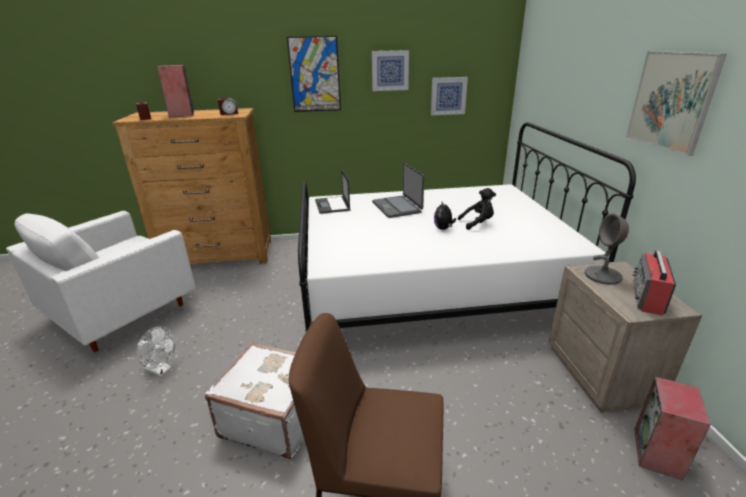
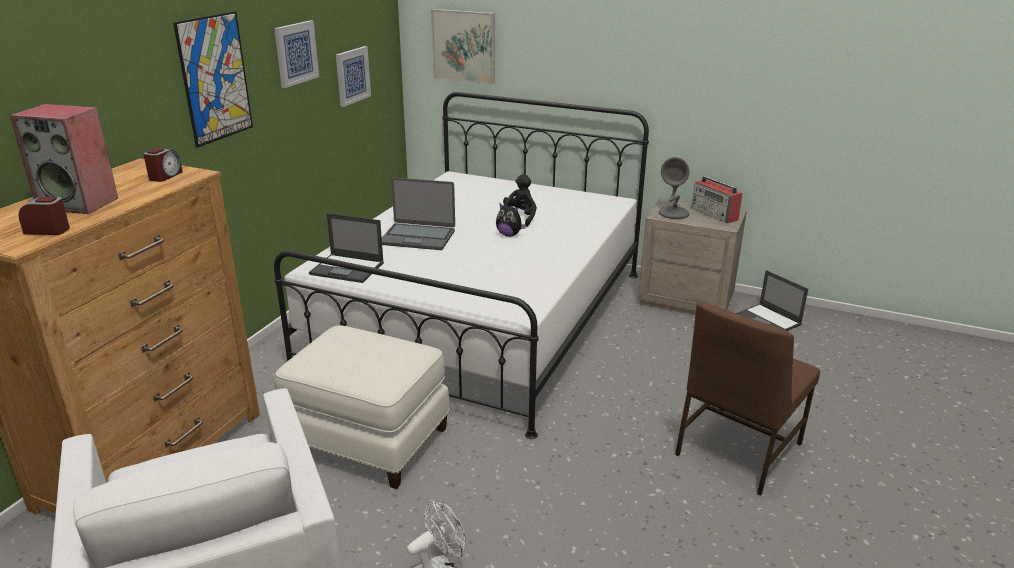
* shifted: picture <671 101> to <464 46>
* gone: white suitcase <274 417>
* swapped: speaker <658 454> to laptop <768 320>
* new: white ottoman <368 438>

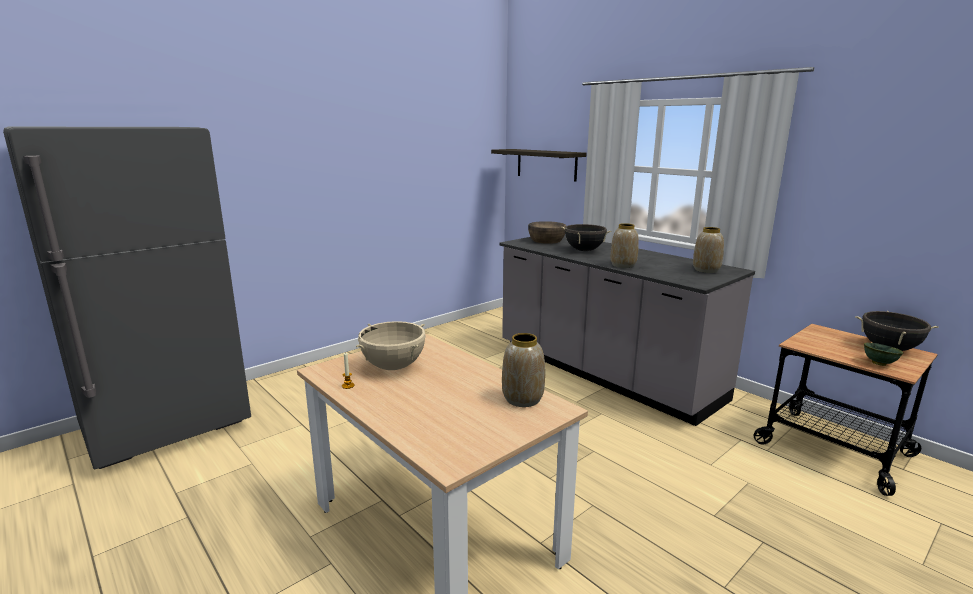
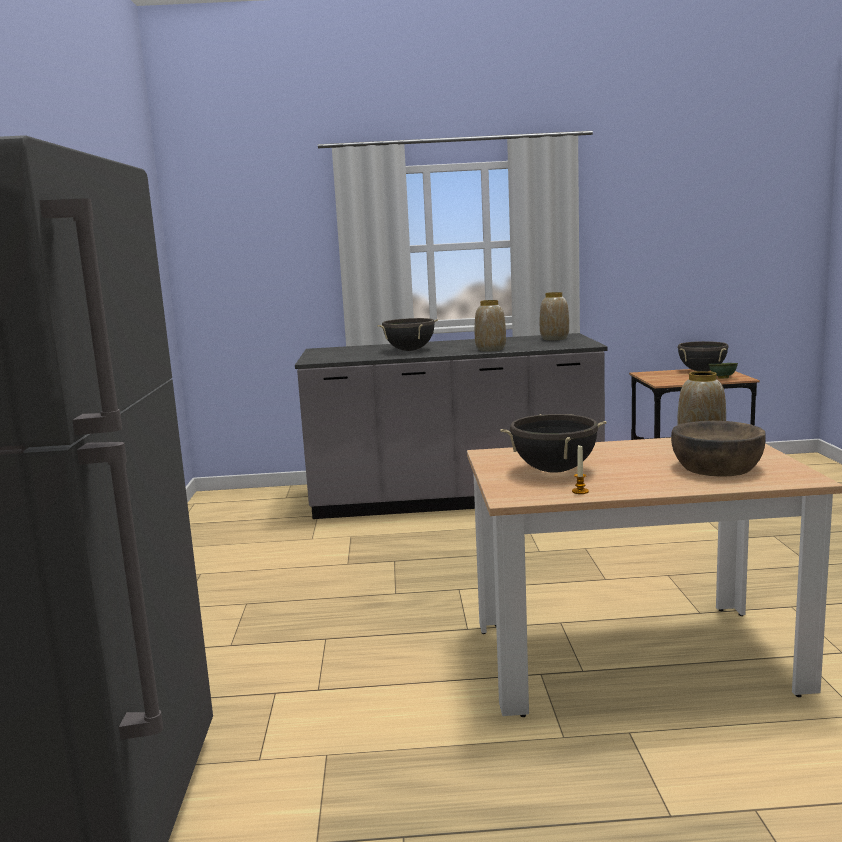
* gone: shelf <546 164>
* shifted: brown bowl <546 240> to <717 467>
* repainted: beige cooking pot <393 367> to black cooking pot <554 470>

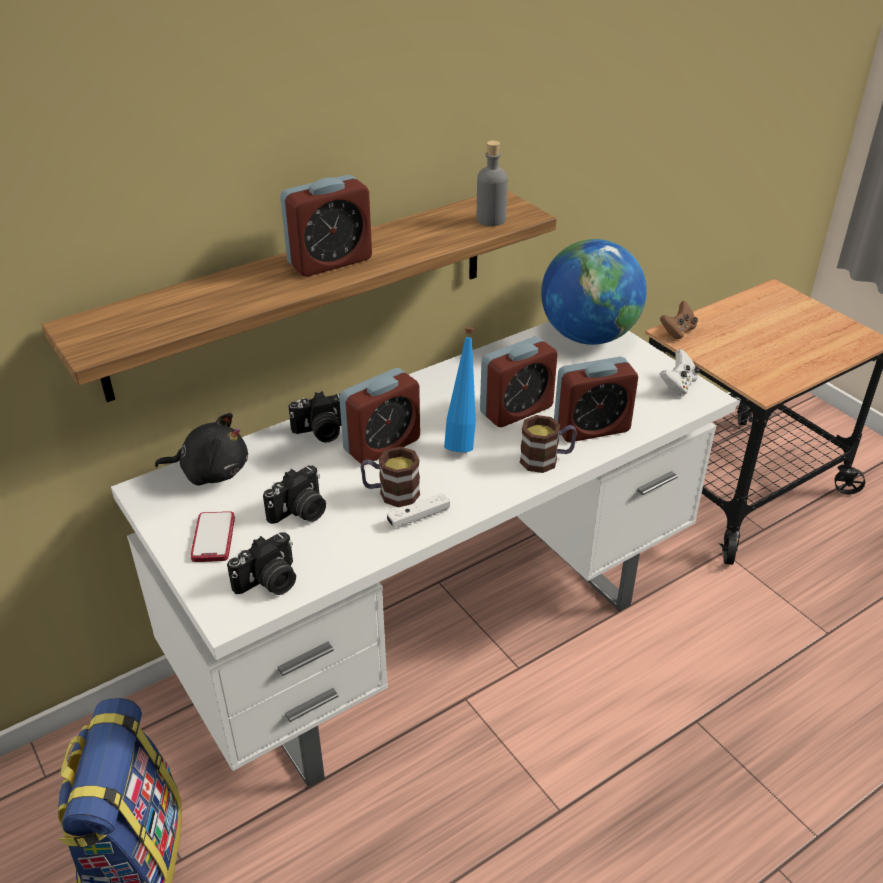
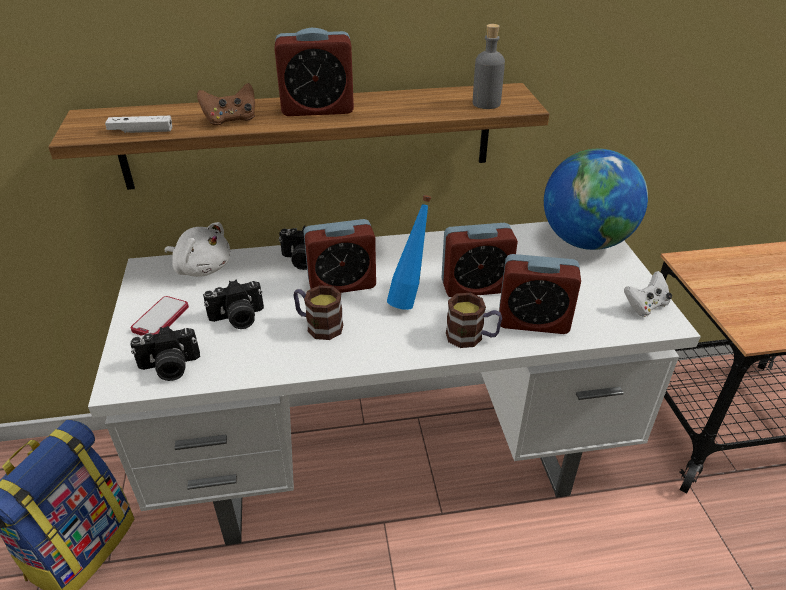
* shifted: brown game controller <678 331> to <231 120>
* repainted: black plush toy <211 471> to white plush toy <202 267>
* shifted: white game controller <418 516> to <141 131>

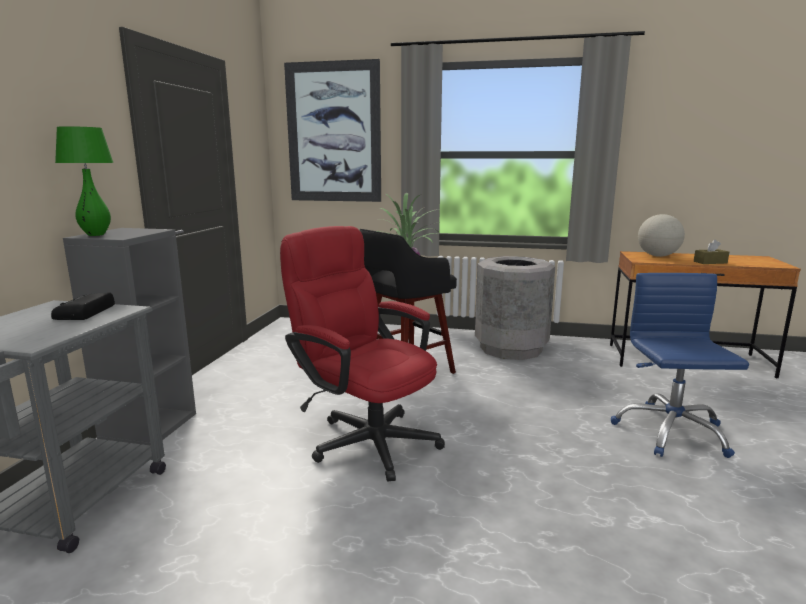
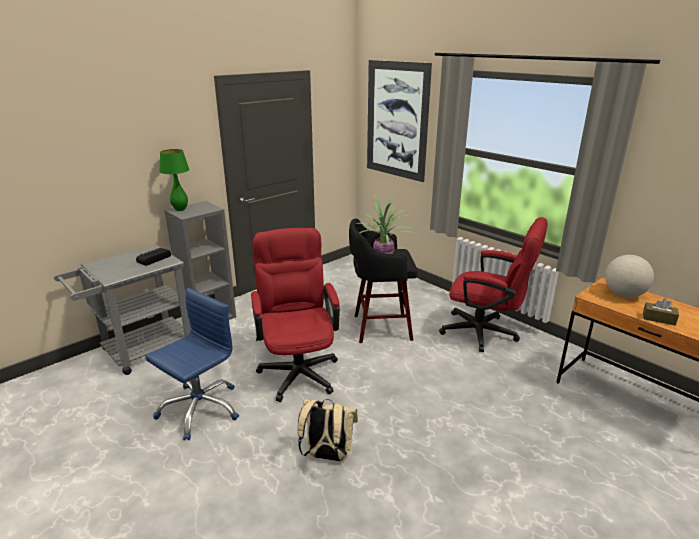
* swapped: grey trash can <511 348> to red office chair <486 333>
* shifted: blue office chair <670 432> to <200 409>
* new: beige backpack <327 455>

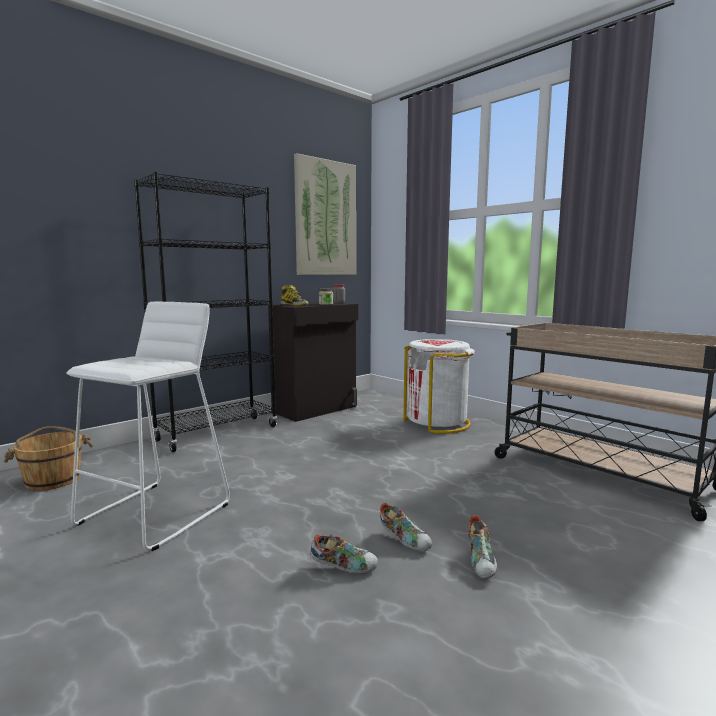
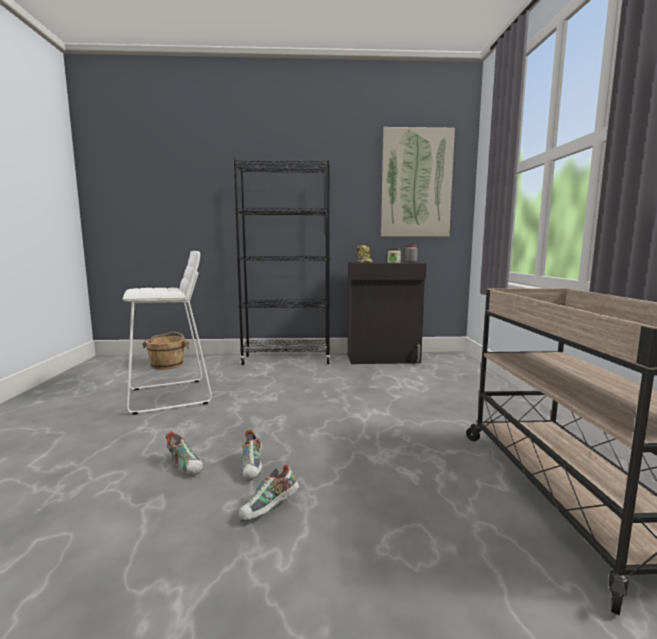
* gone: white trash can <437 423>

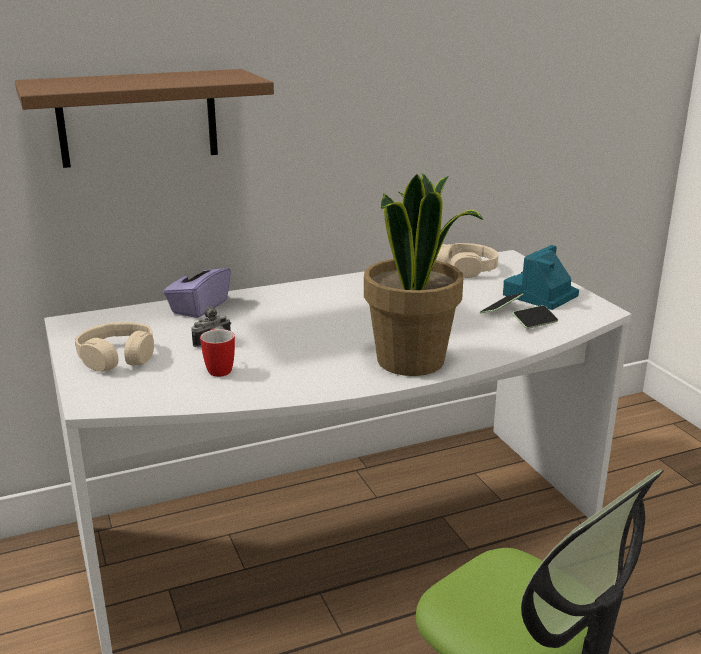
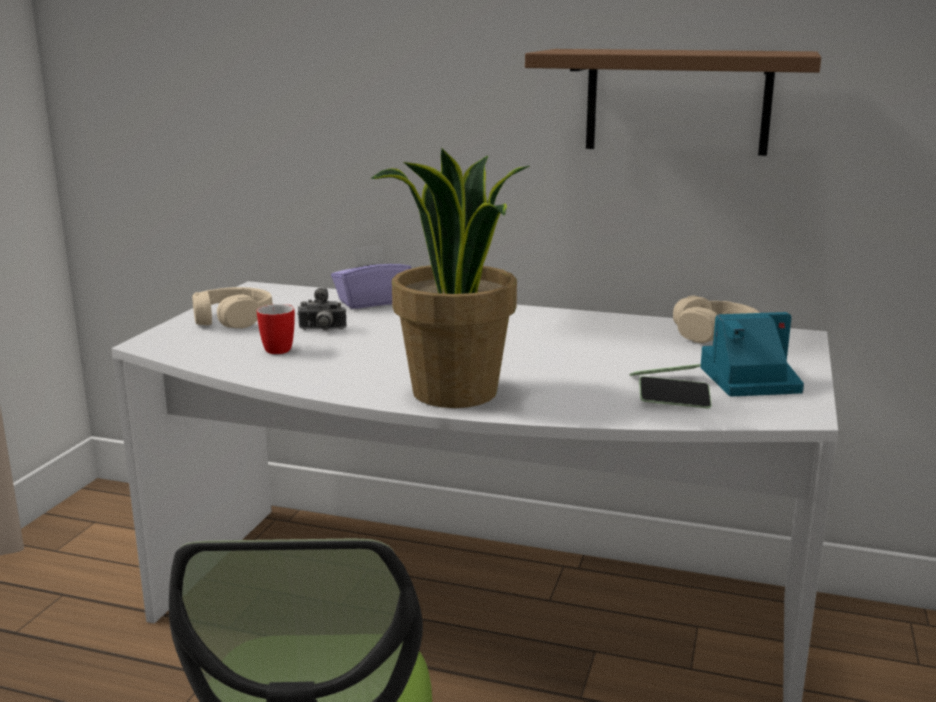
* shifted: brown shelf <138 118> to <677 101>

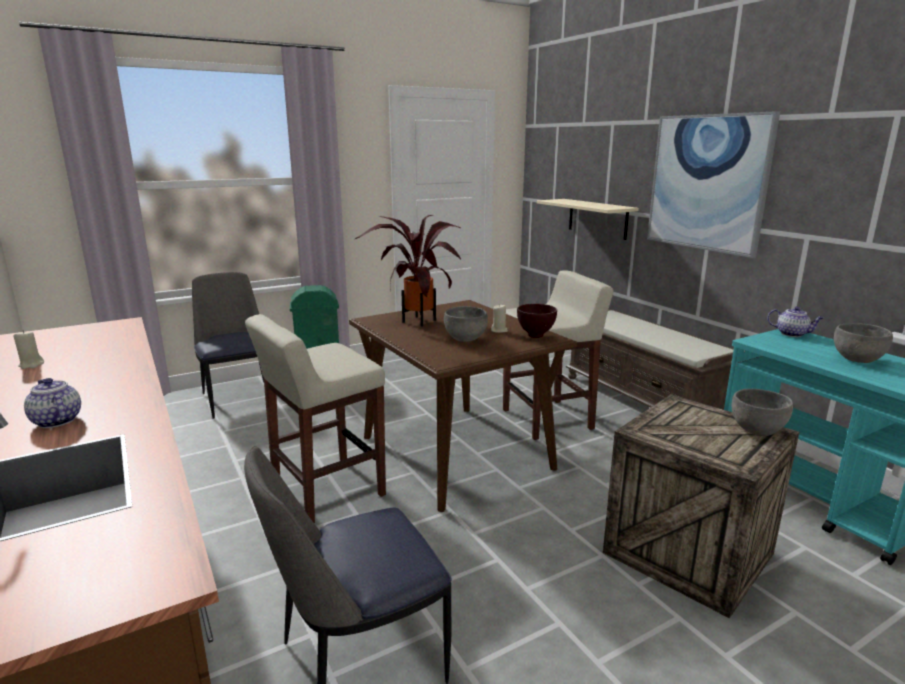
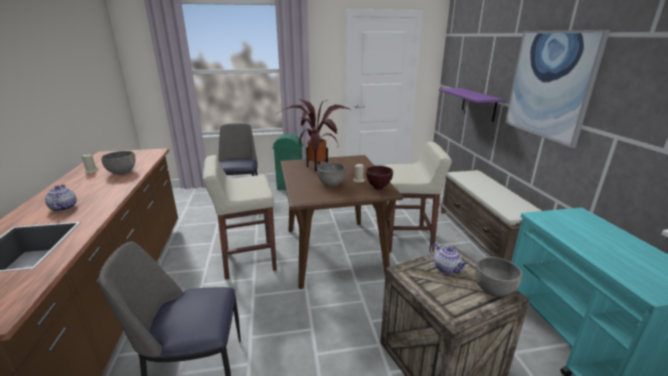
* repainted: beige shelf <597 218> to purple shelf <478 104>
* shifted: teapot <792 334> to <447 269>
* shifted: grey bowl <857 359> to <122 172>

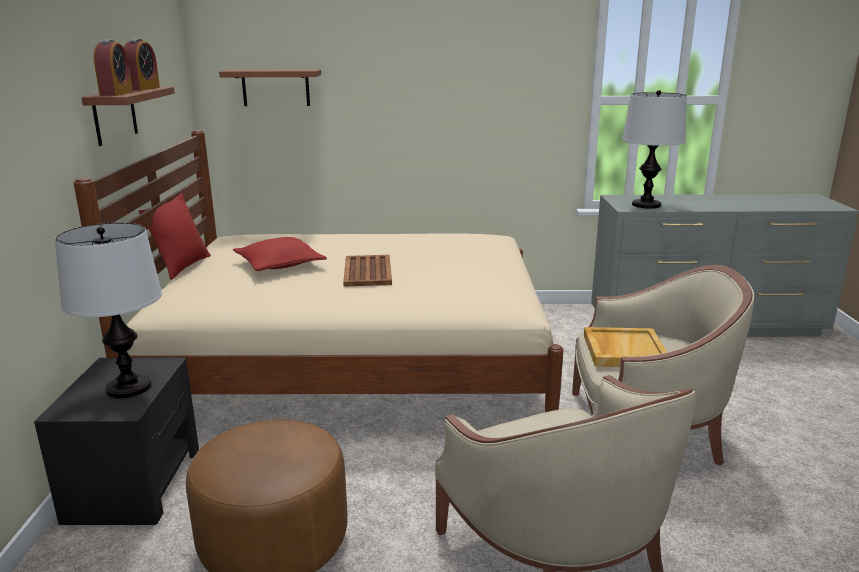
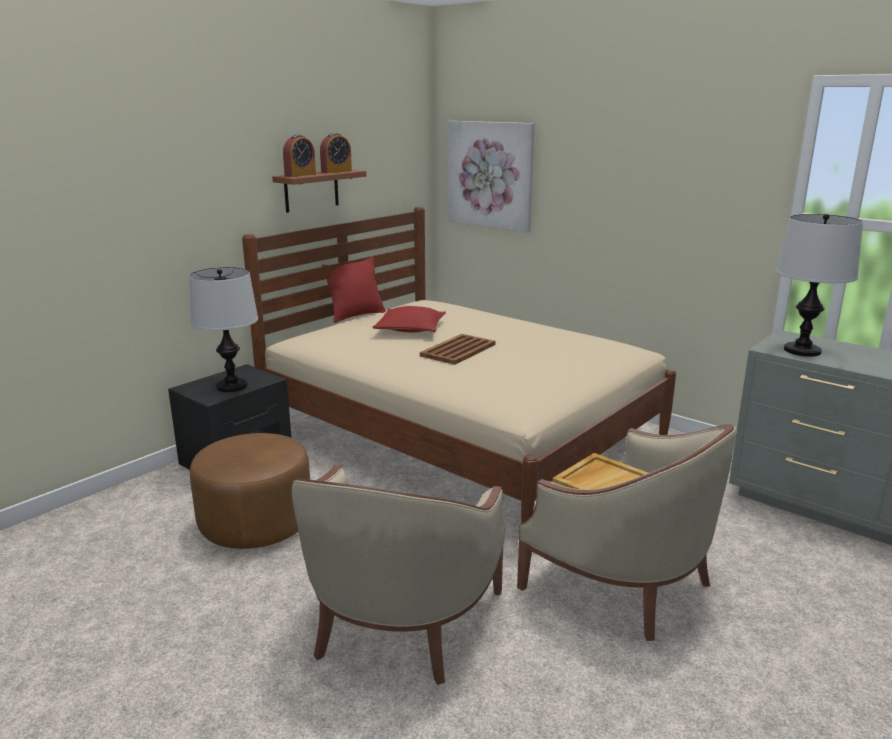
* swapped: brown shelf <275 87> to picture <490 175>

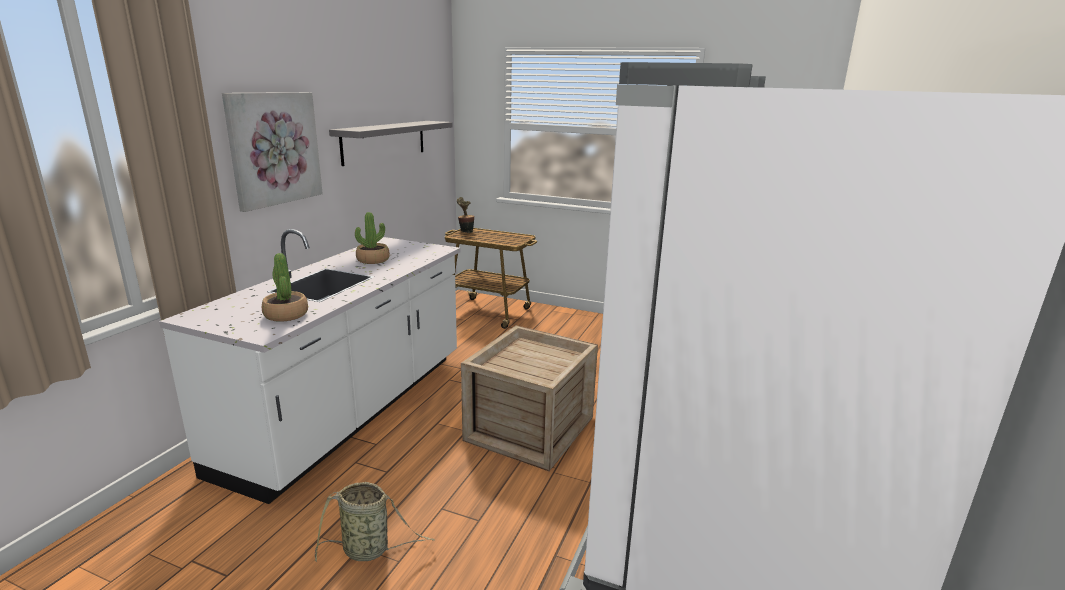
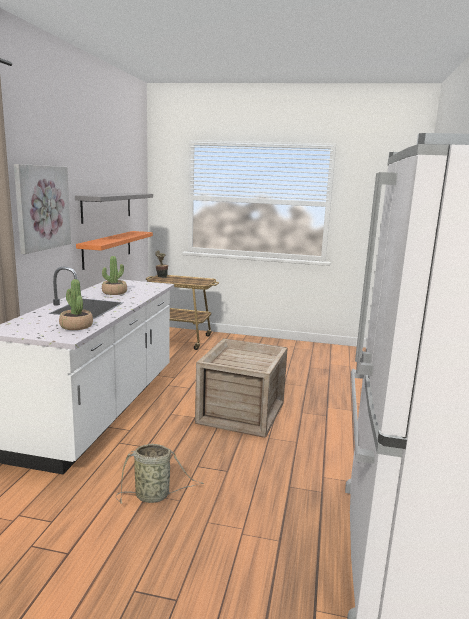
* new: orange shelf <107 249>

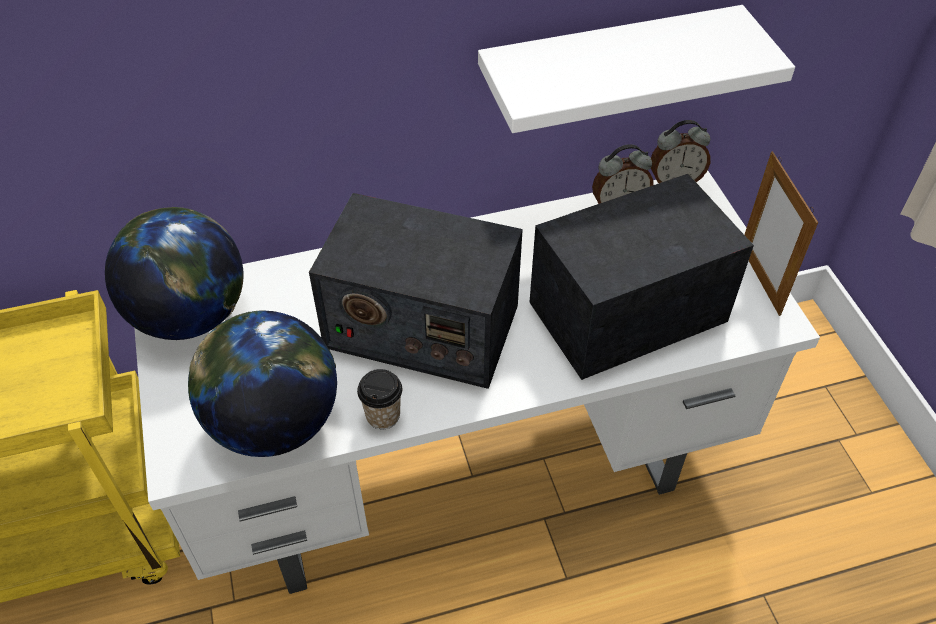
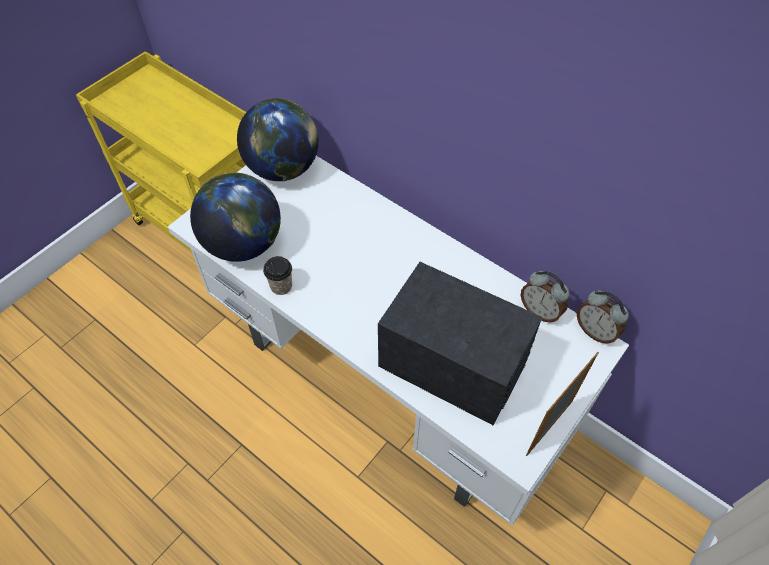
* gone: white shelf <607 70>
* gone: radio <421 326>

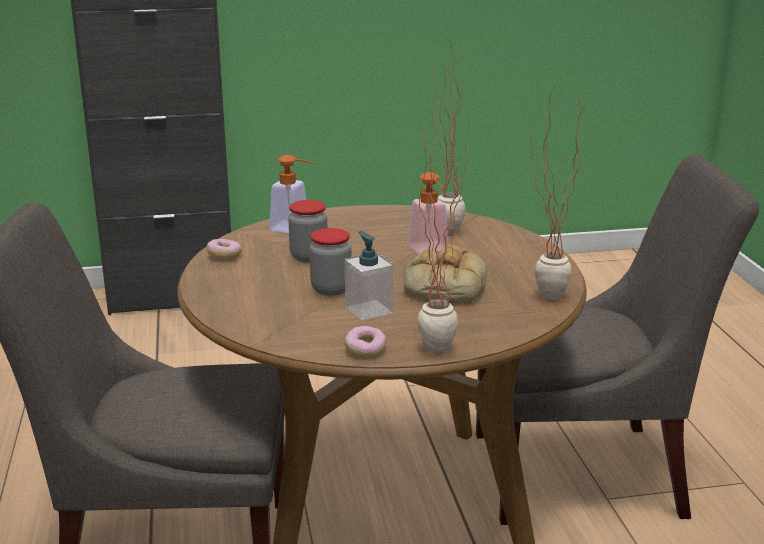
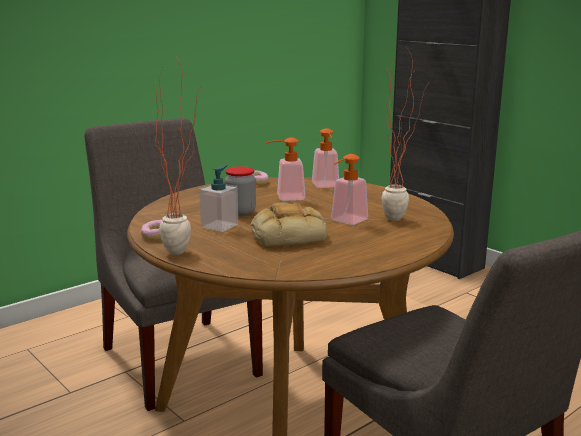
* gone: potted plant <541 299>
* swapped: jar <309 257> to soap dispenser <285 198>

